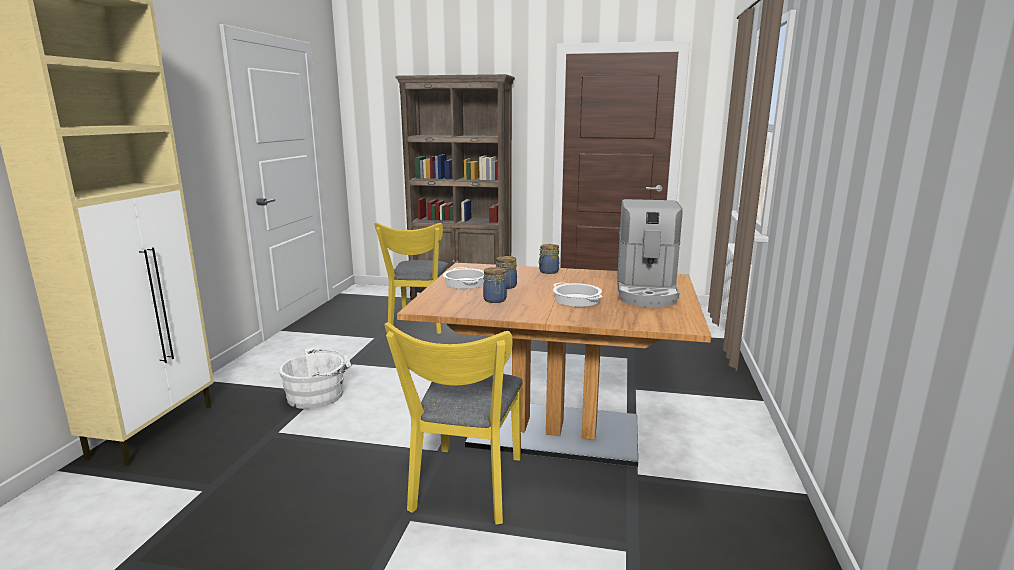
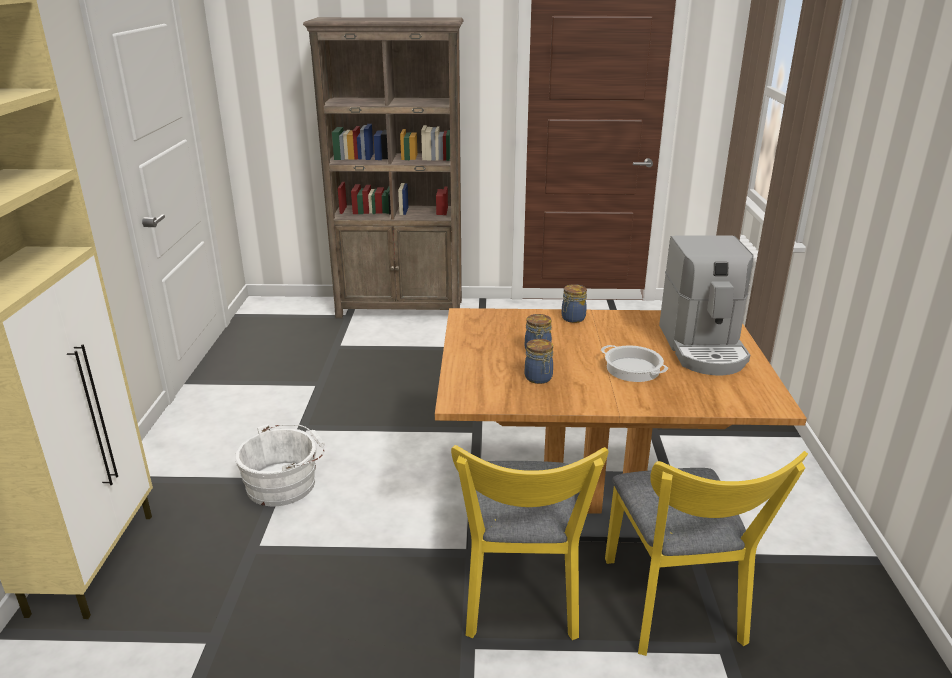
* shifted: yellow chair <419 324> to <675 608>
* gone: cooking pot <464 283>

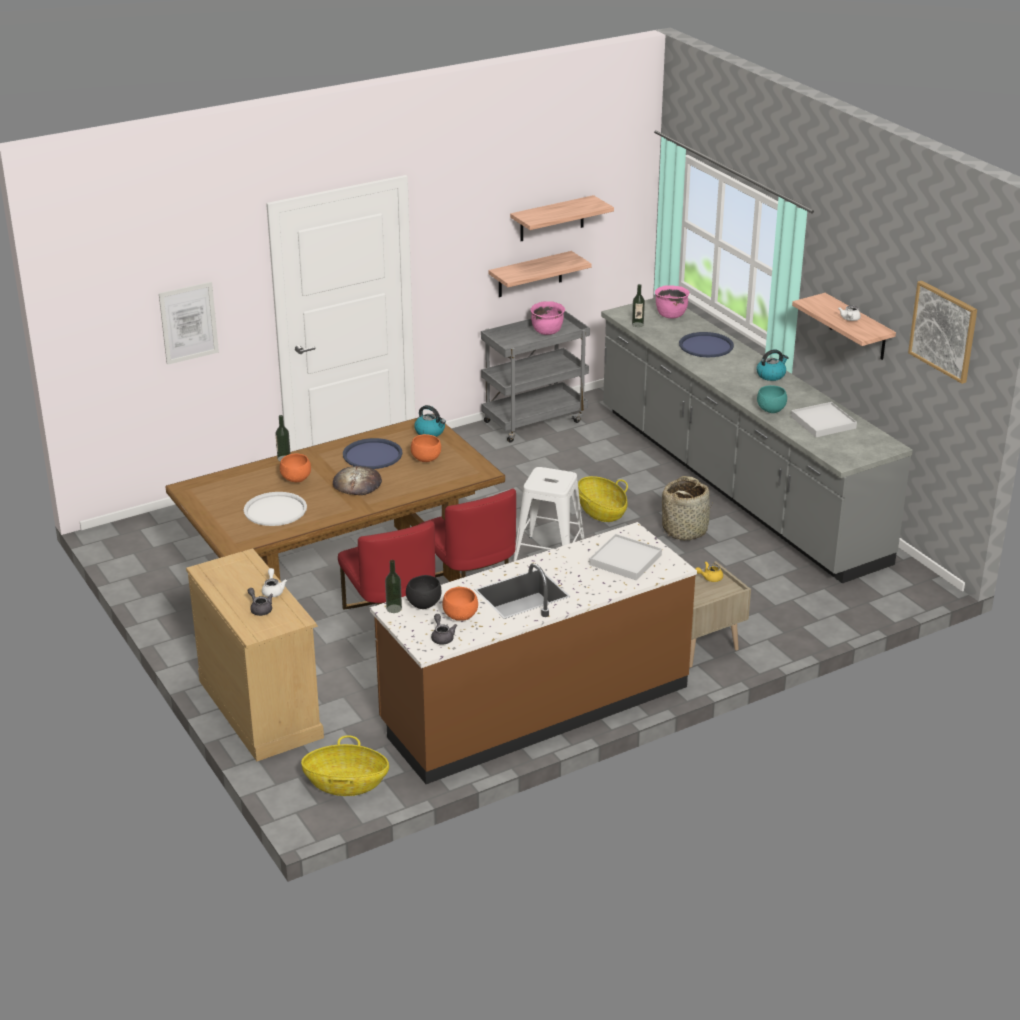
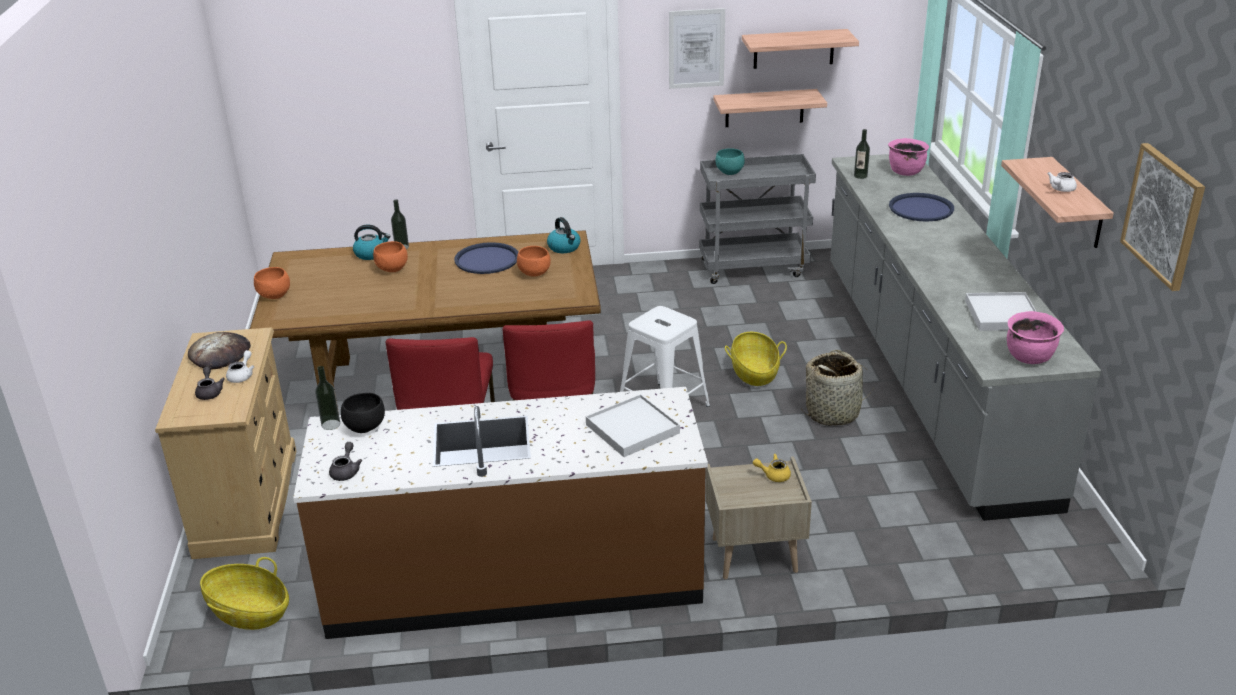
* shifted: picture <188 323> to <696 48>
* shifted: pink cooking pot <547 331> to <1029 358>
* shifted: kettle <771 375> to <371 254>
* shifted: turquoise bowl <771 410> to <729 173>
* shifted: bread <357 483> to <220 354>
* gone: white tray <275 510>
* shifted: orange bowl <461 617> to <275 296>

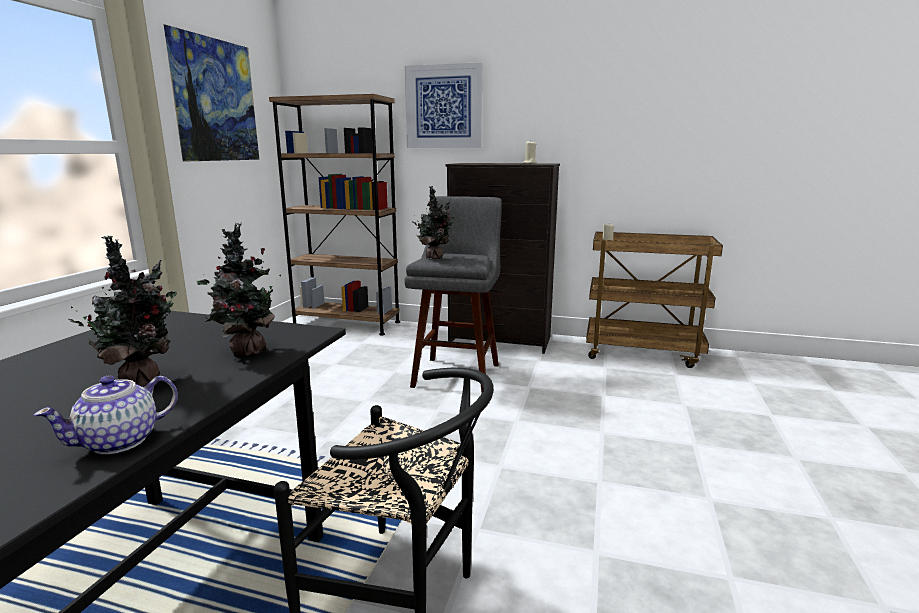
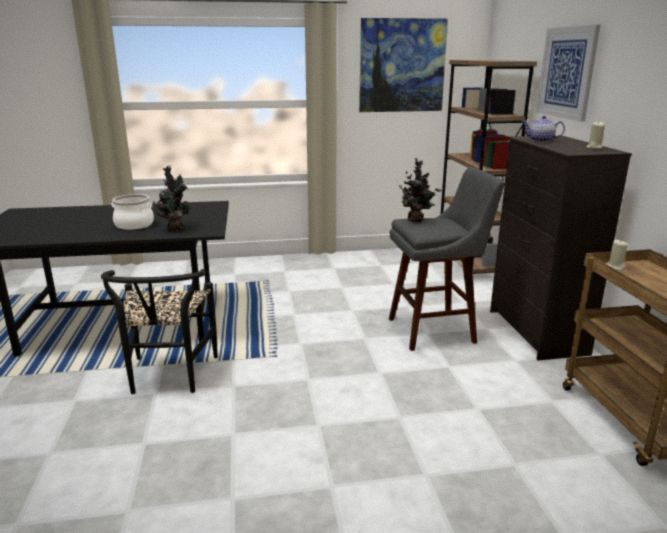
* swapped: potted plant <142 382> to cooking pot <134 225>
* shifted: teapot <120 441> to <541 140>

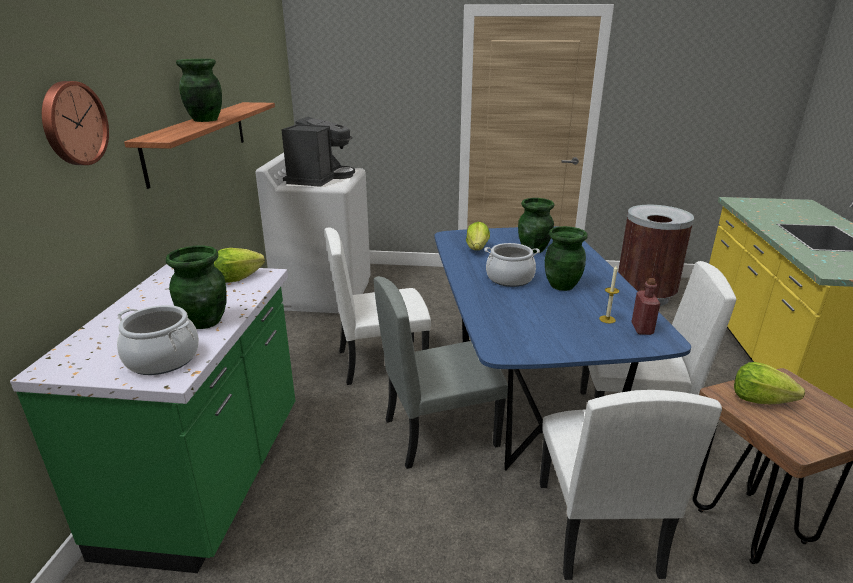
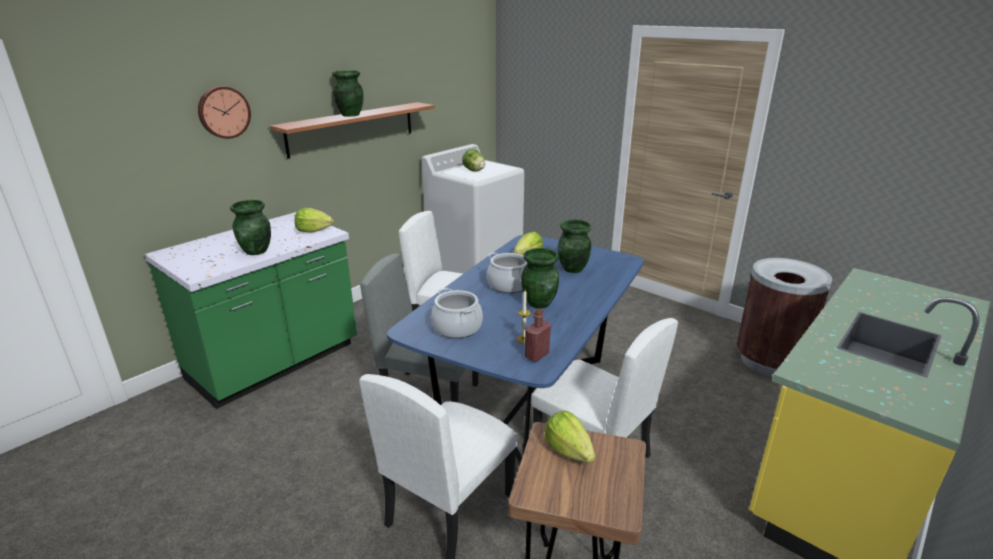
* swapped: coffee machine <319 178> to lettuce <474 171>
* shifted: cooking pot <163 359> to <457 328>

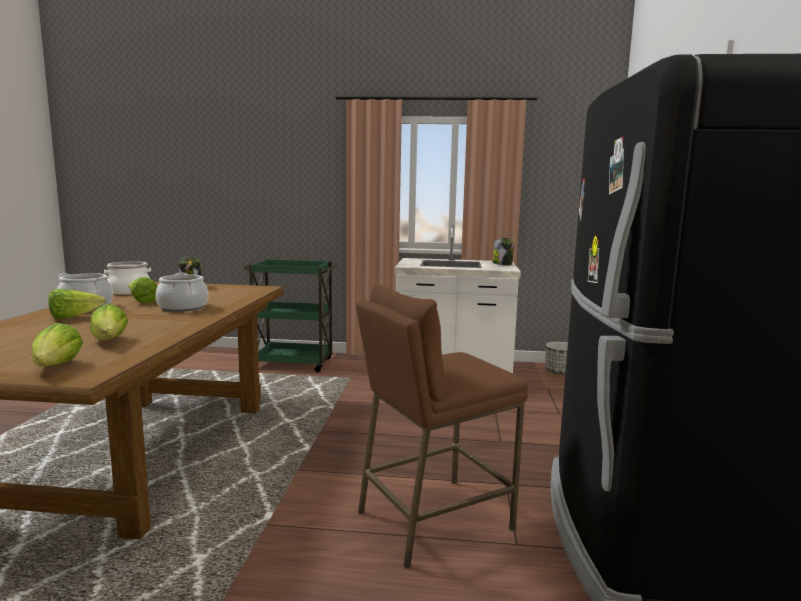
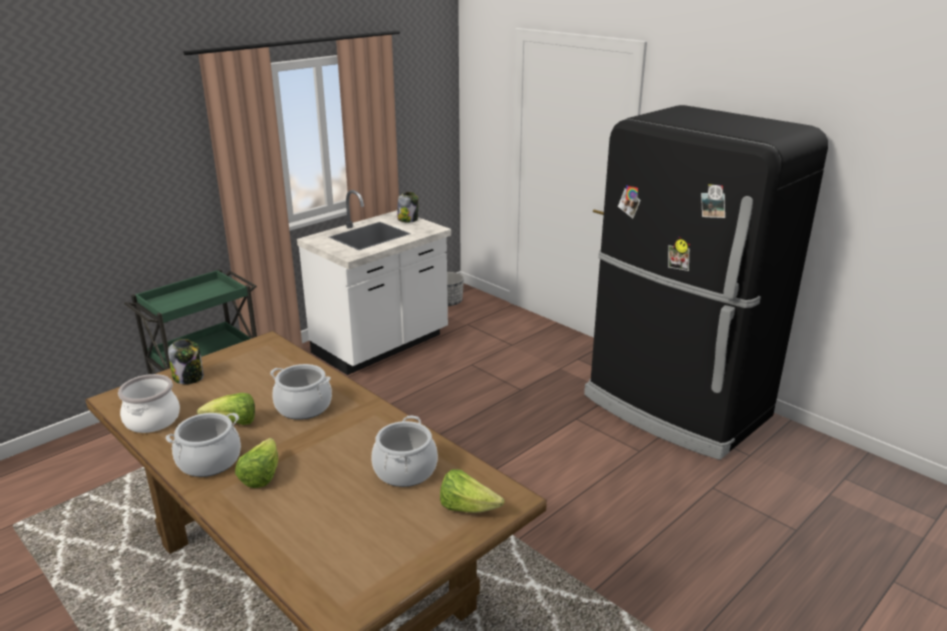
* gone: brown stool <433 520>
* swapped: lettuce <110 341> to cooking pot <405 470>

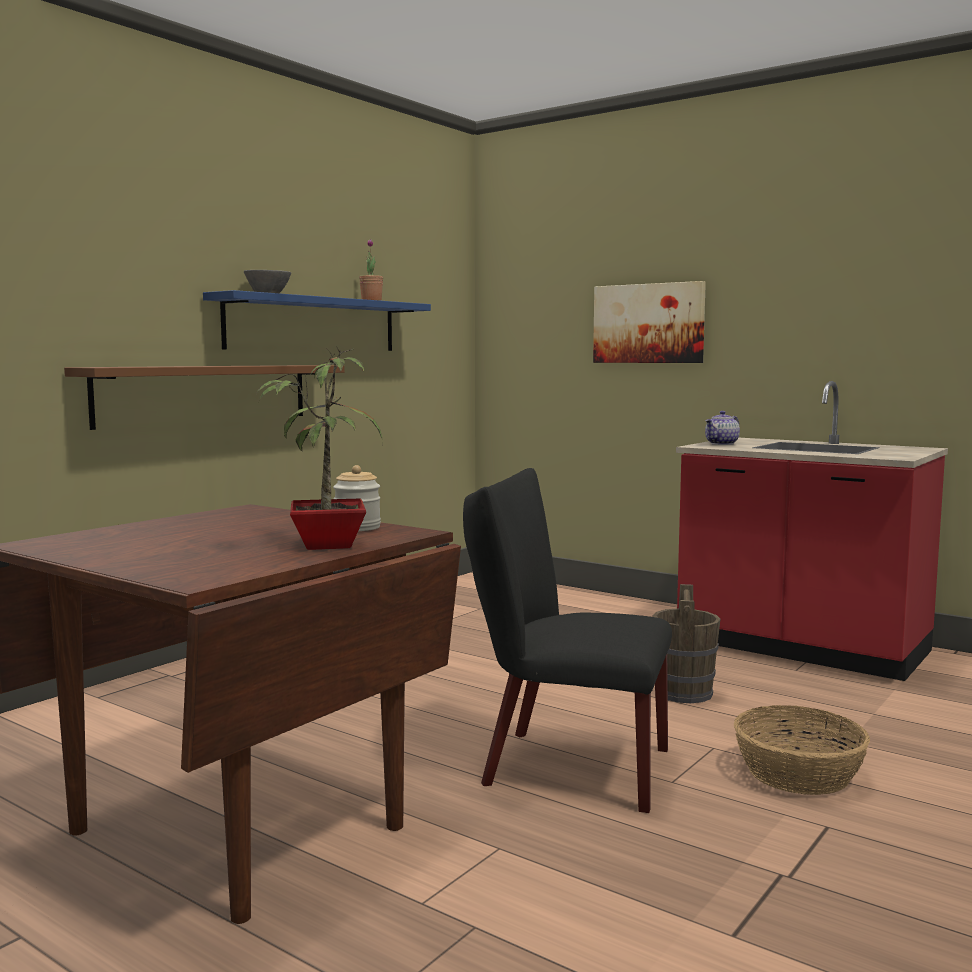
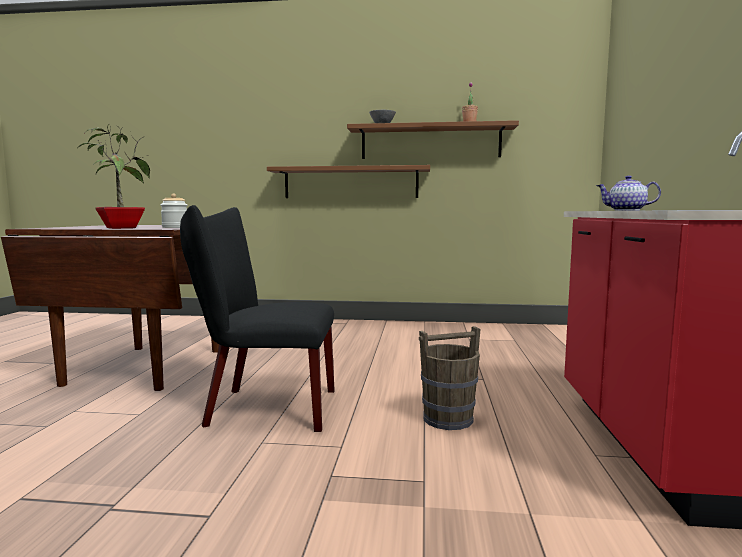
* gone: picture <648 323>
* repainted: blue shelf <313 324> to brown shelf <430 142>
* rotated: black chair <564 766> = <263 408> 75 degrees counterclockwise
* gone: basket <797 773>

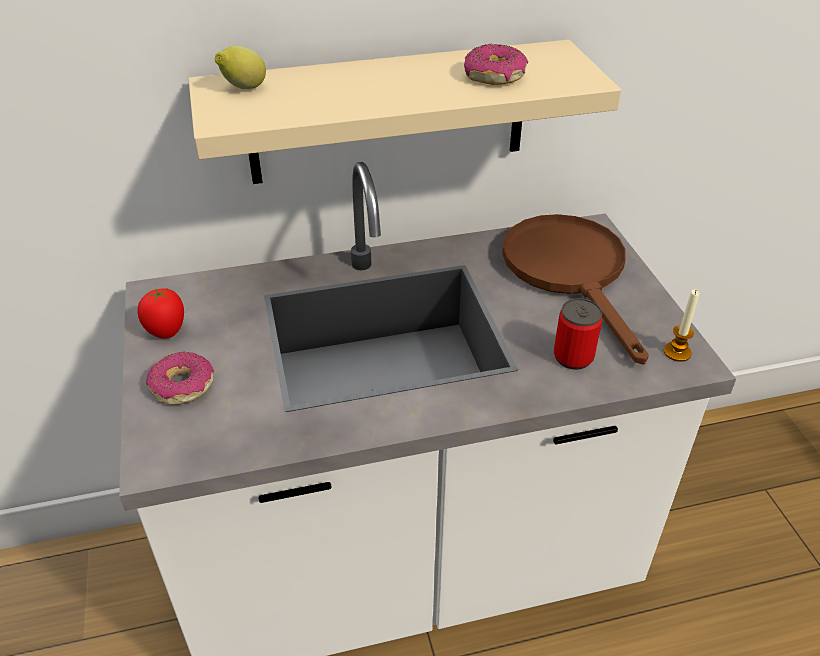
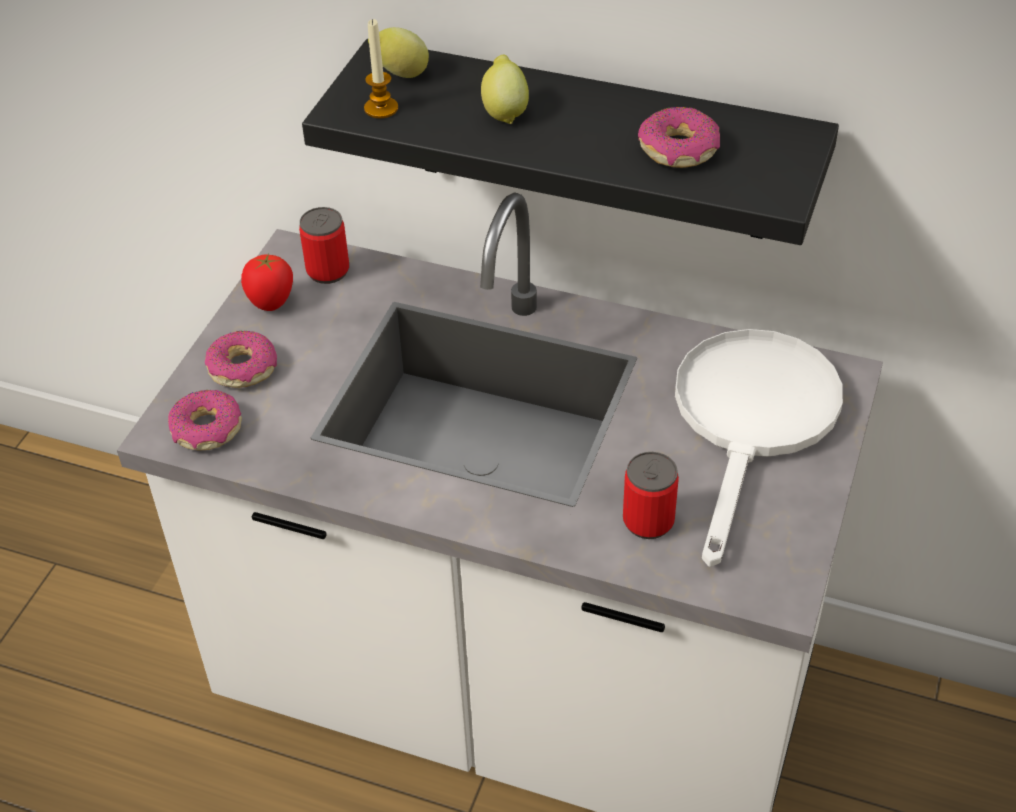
* repainted: beige shelf <388 113> to black shelf <591 142>
* repainted: brown frying pan <571 272> to white frying pan <752 421>
* shifted: candle <677 352> to <381 108>
* new: lemon <505 112>
* new: can <328 271>
* new: donut <206 430>

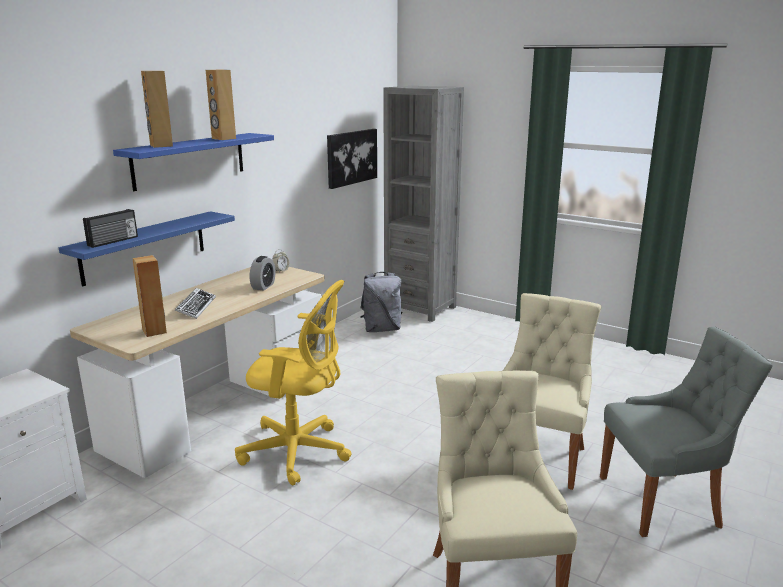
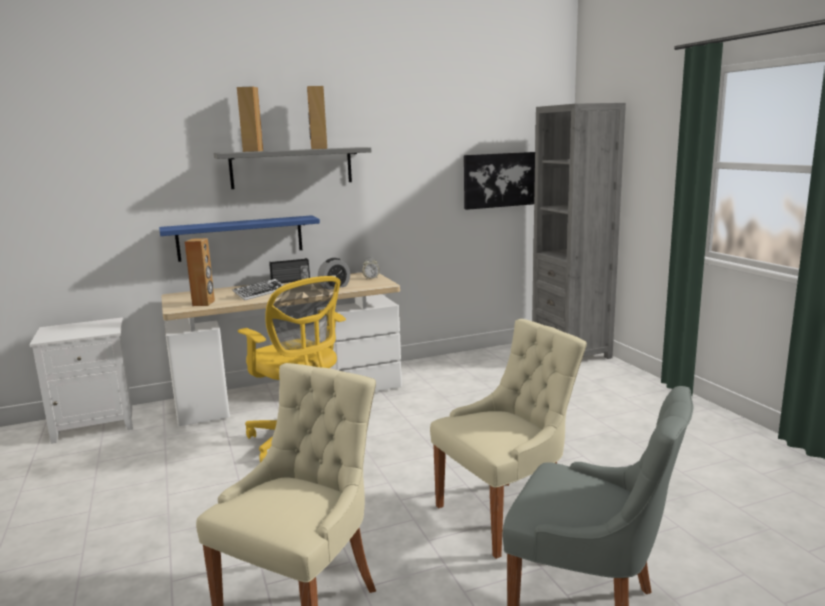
* repainted: blue shelf <190 160> to grey shelf <291 167>
* shifted: radio <113 241> to <290 281>
* gone: grey backpack <381 329>

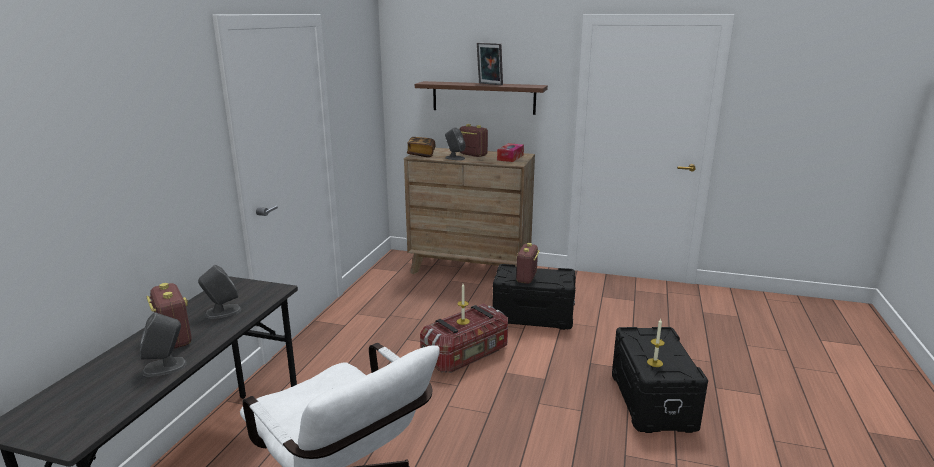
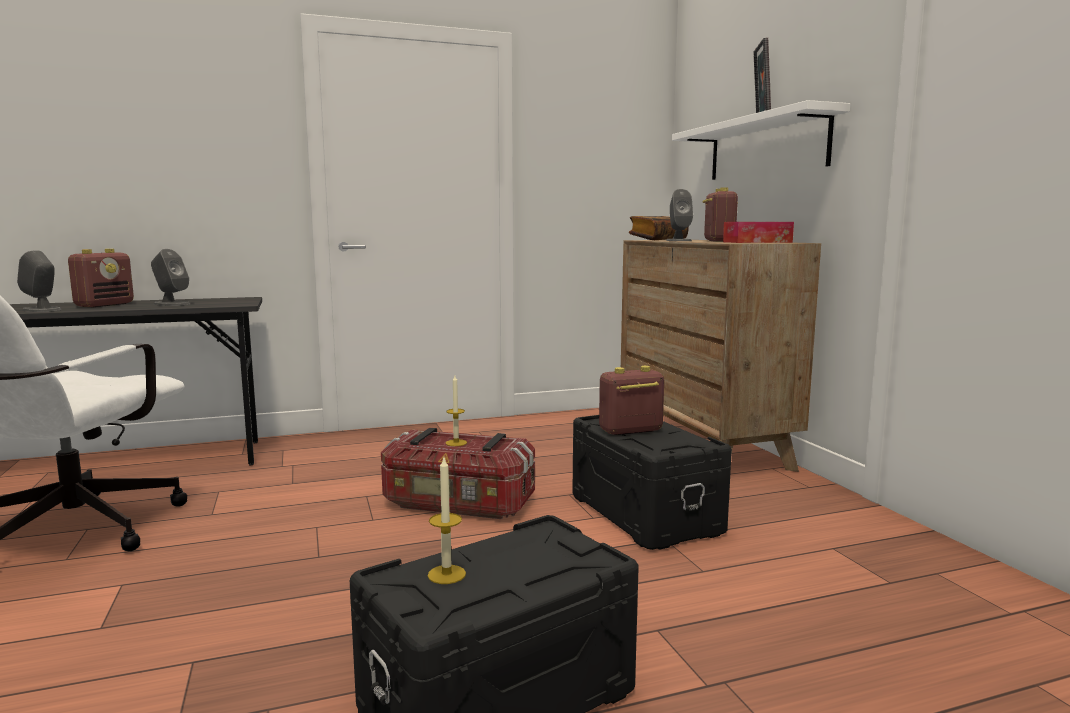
* repainted: brown shelf <483 97> to white shelf <766 147>

